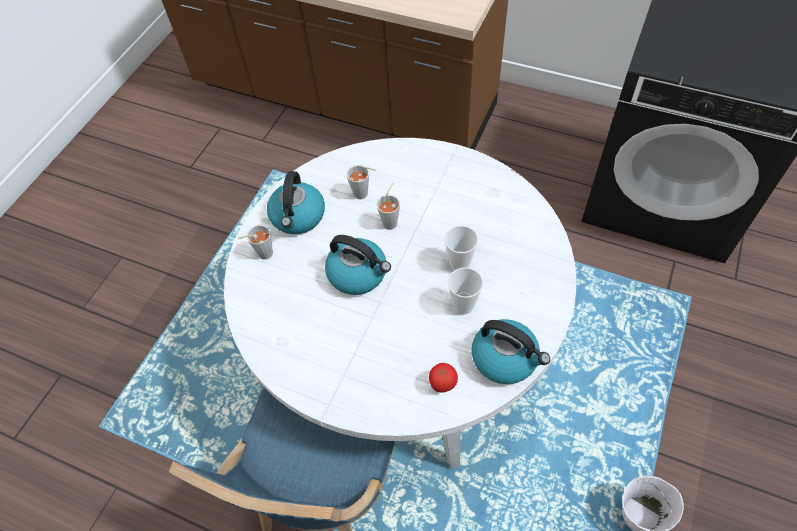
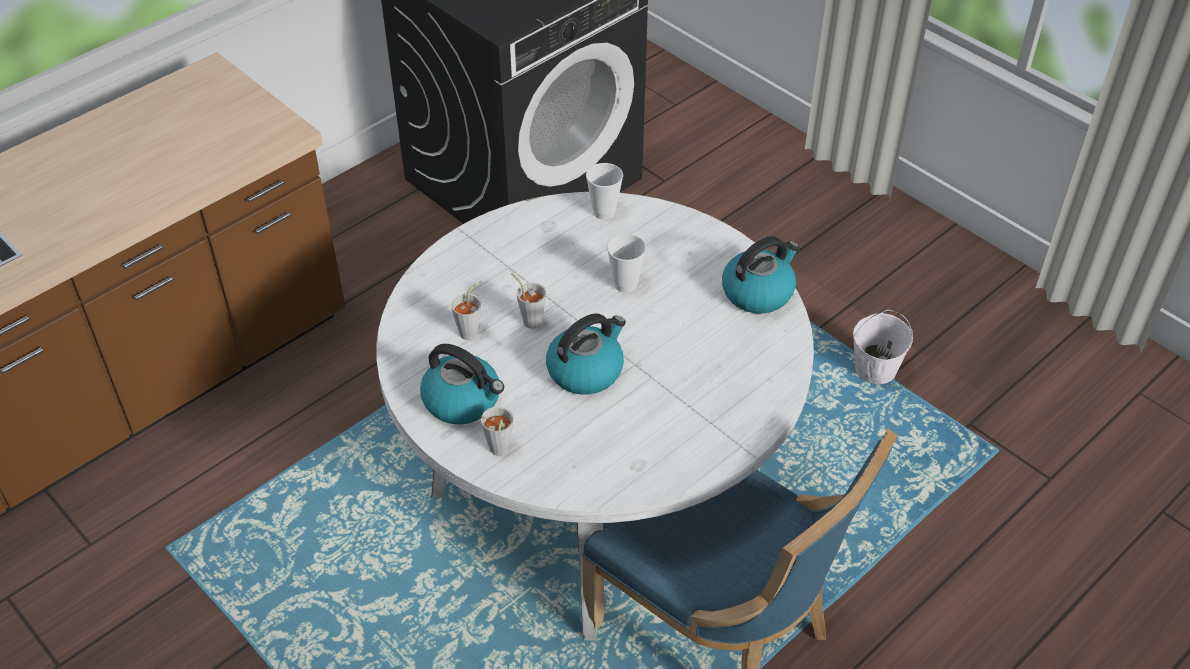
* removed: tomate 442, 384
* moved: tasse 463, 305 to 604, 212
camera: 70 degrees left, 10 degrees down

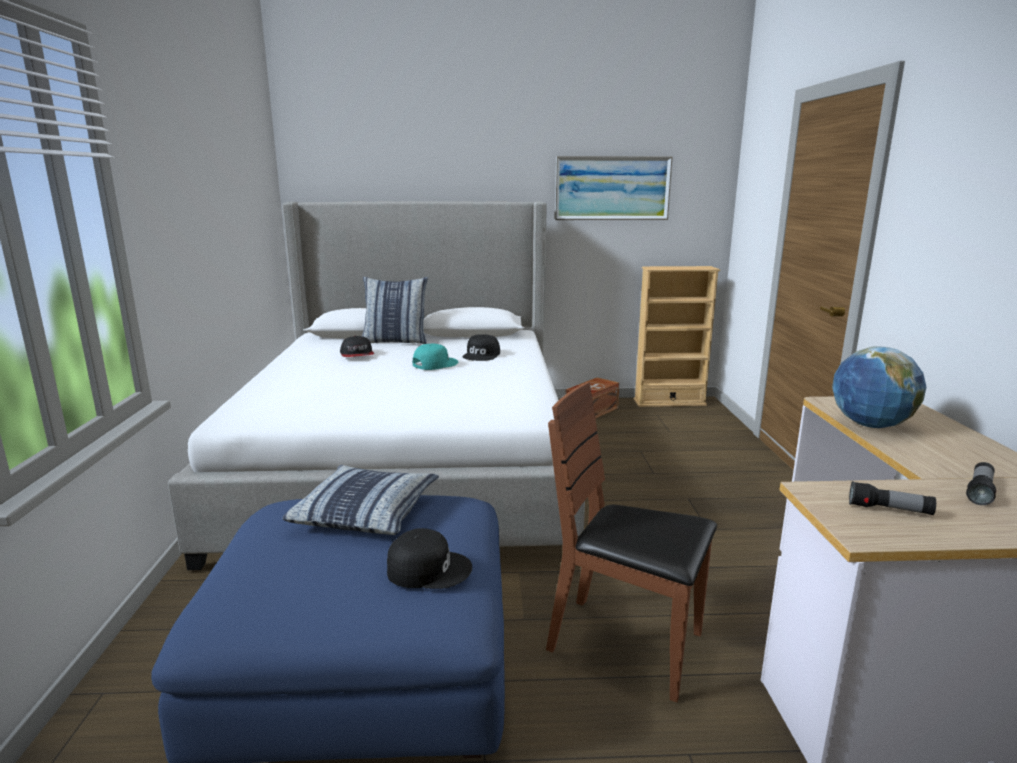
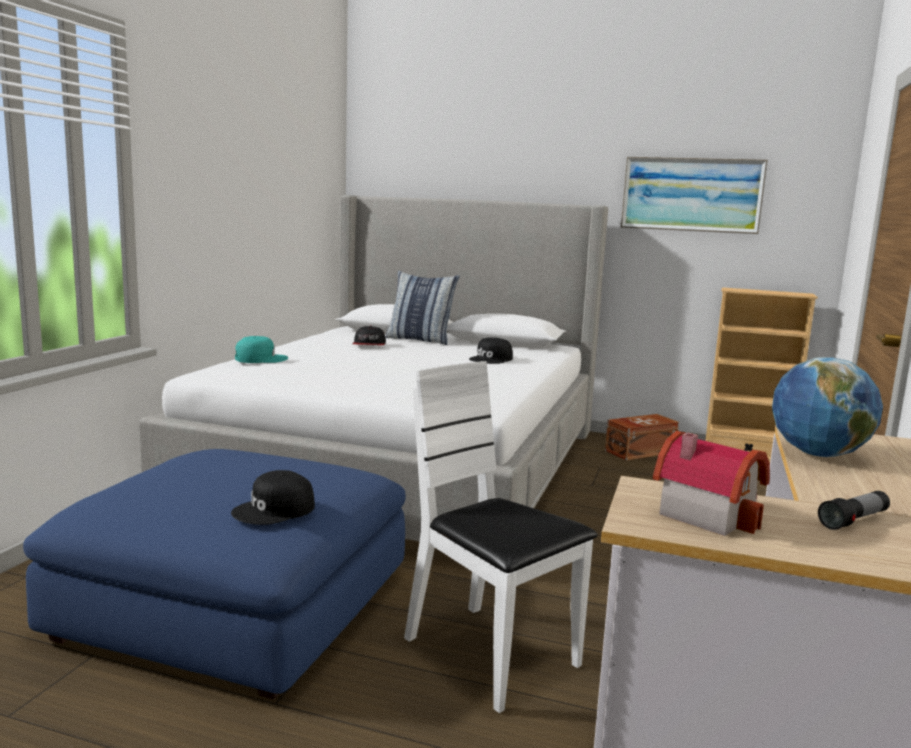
* removed: coussin 366, 512
* turned: casquette/noir 428, 568 = 275, 510 120 degrees clockwise
* moved: casquette/turquoise 434, 364 to 260, 359
* recoloured: chaise/marron 626, 644 to chaise/blanc 490, 655
* replaced: lampe de poche 889, 510 to maison miniature 707, 513
camera: 20 degrees right, 5 degrees down

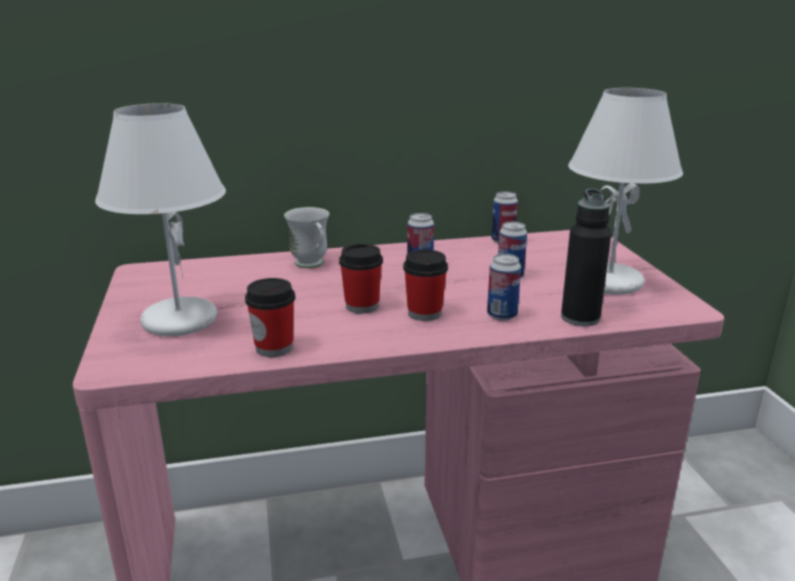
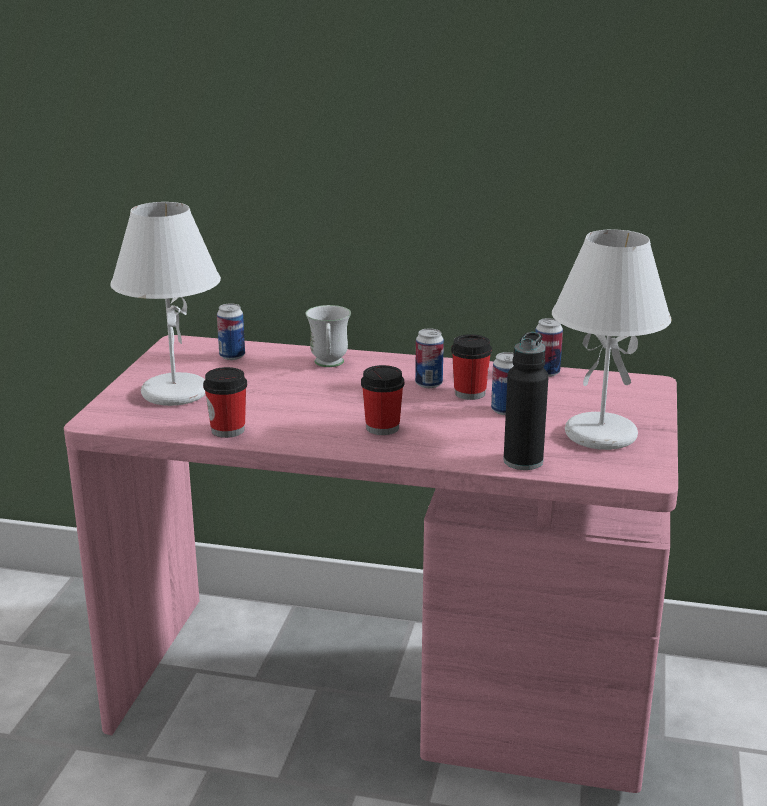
* moved: tasse 362, 306 to 470, 393
* moved: boîte métallique 502, 315 to 232, 356
camera: 25 degrees right, 0 degrees up

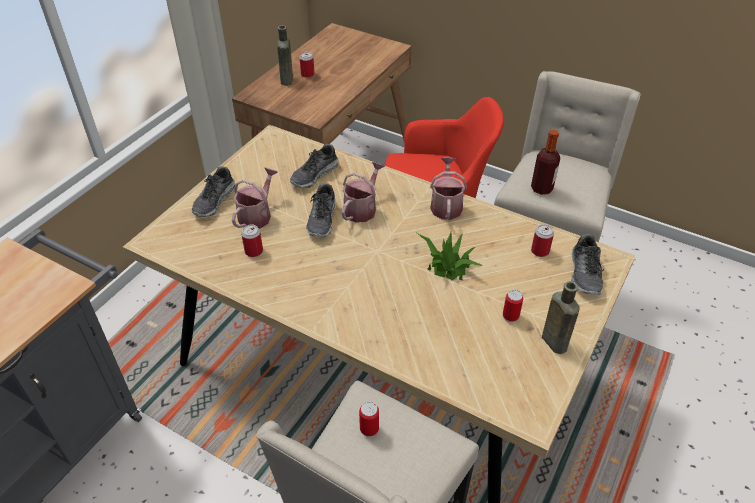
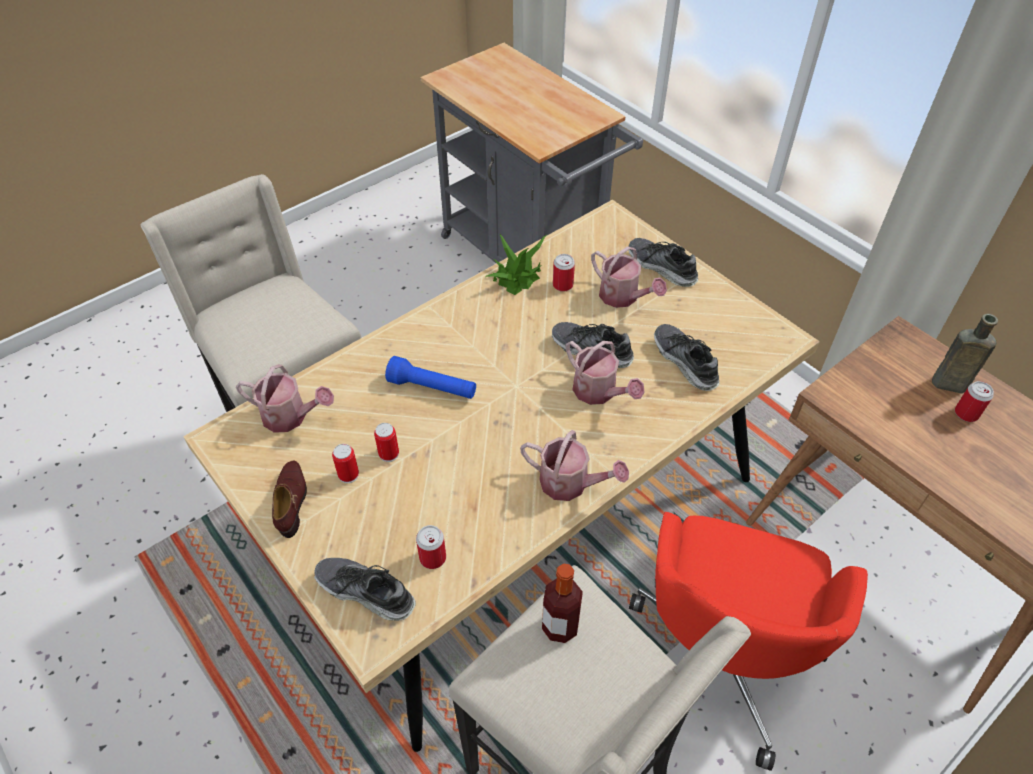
* moved: boîte métallique 369, 429 to 389, 454
* moved: plante en pot 448, 265 to 517, 277
* replaced: bouteille/marron 553, 340 to chaussure/marron 292, 501
* added: arrosoir 290, 416
* added: lampe de poche/bleu 432, 388
camera: 110 degrees right, 5 degrees up

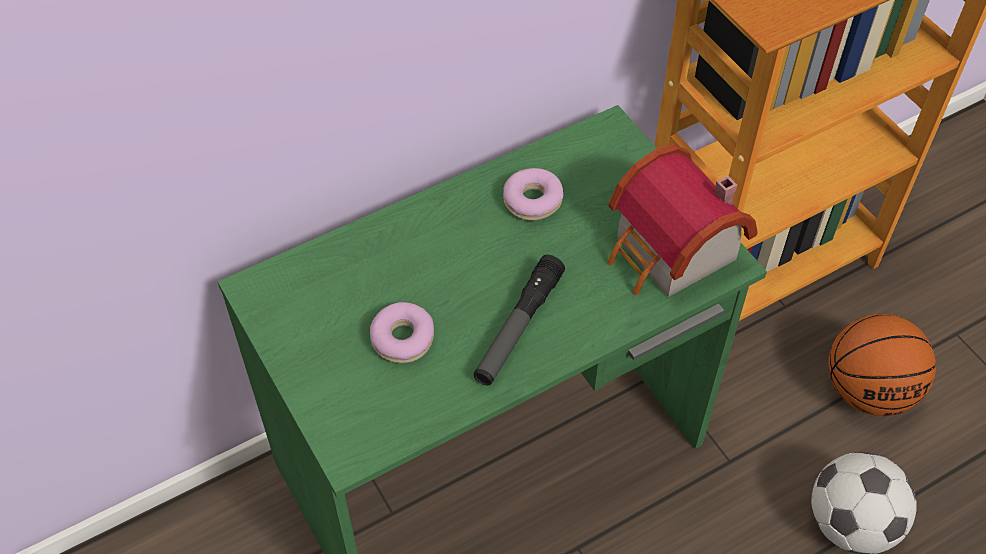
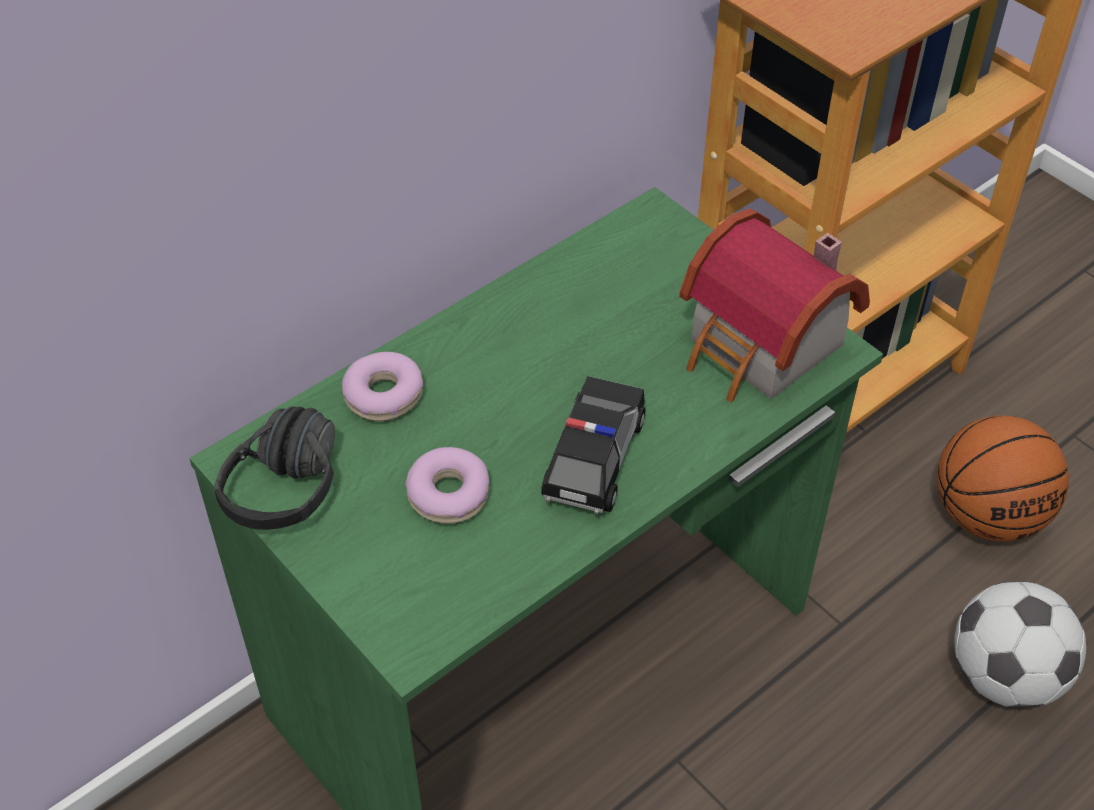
* replaced: lampe de poche 518, 327 to petite voiture 593, 460
* moved: beignet 533, 200 to 384, 395
* added: casque audio/noir 306, 493
camera: 10 degrees left, 5 degrees down

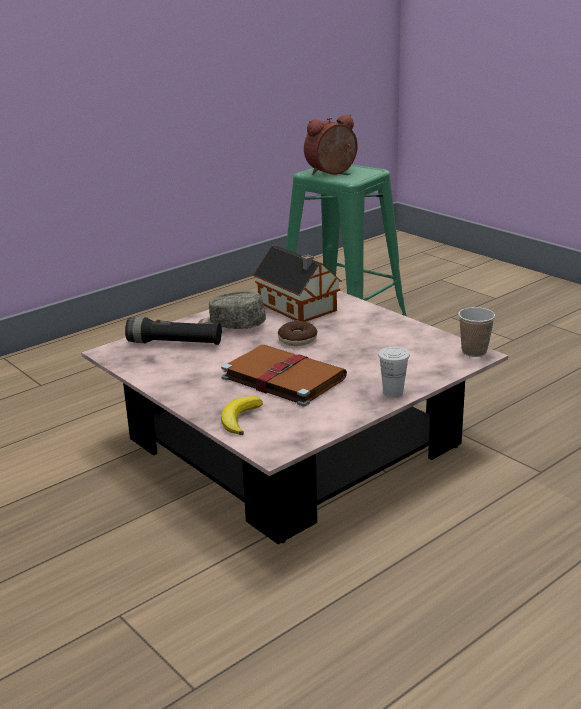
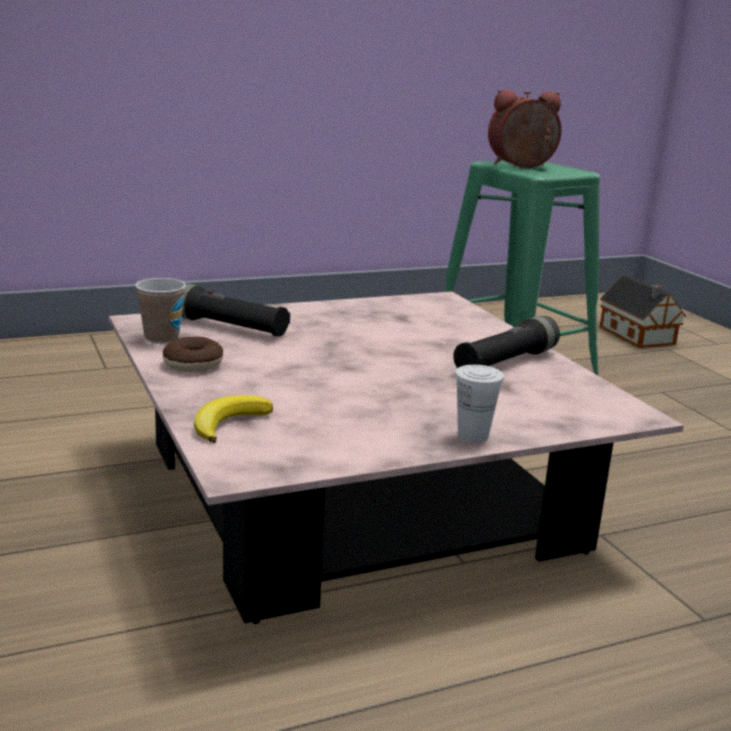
* removed: casquette/gris 231, 325
* removed: livre/marron 281, 377
* moved: maison miniature 298, 308 to 638, 336
* moved: beignet 297, 339 to 193, 364
* moved: tasse 474, 352 to 161, 338
* added: lampe de poche/noir 505, 362
camera: 15 degrees right, 5 degrees down

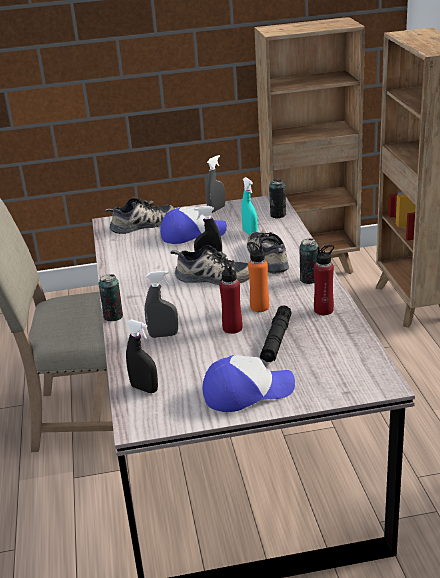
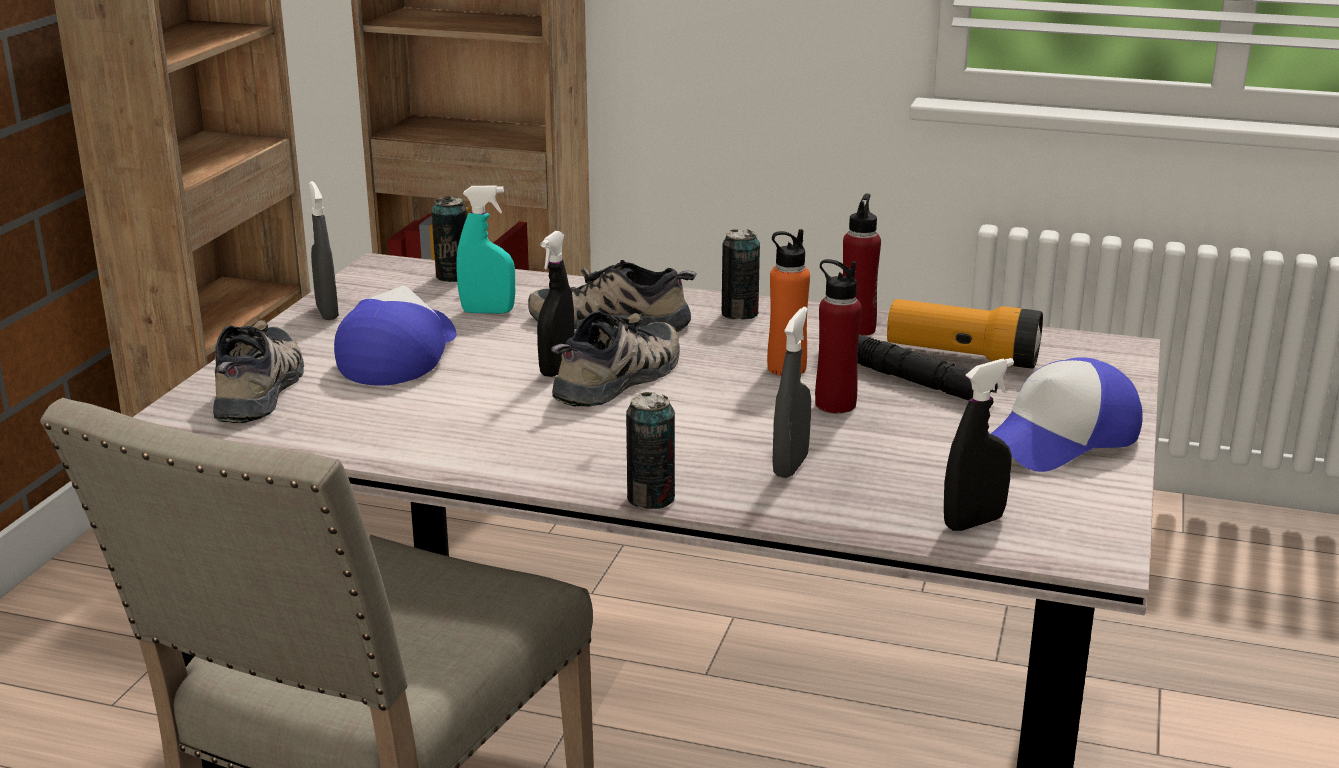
* turned: casquette 247, 391 = 1060, 440 135 degrees counterclockwise
* added: lampe de poche 962, 356
camera: 65 degrees left, 5 degrees down

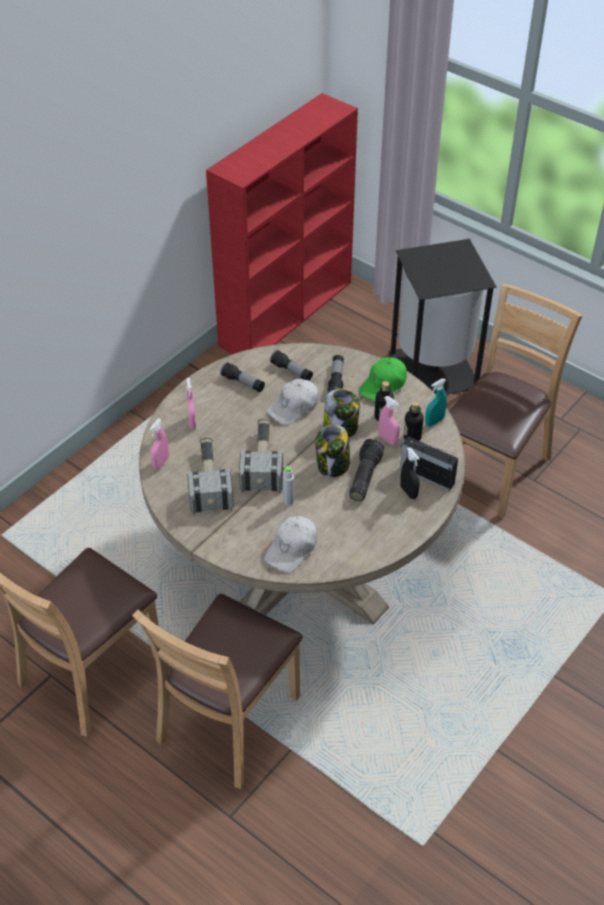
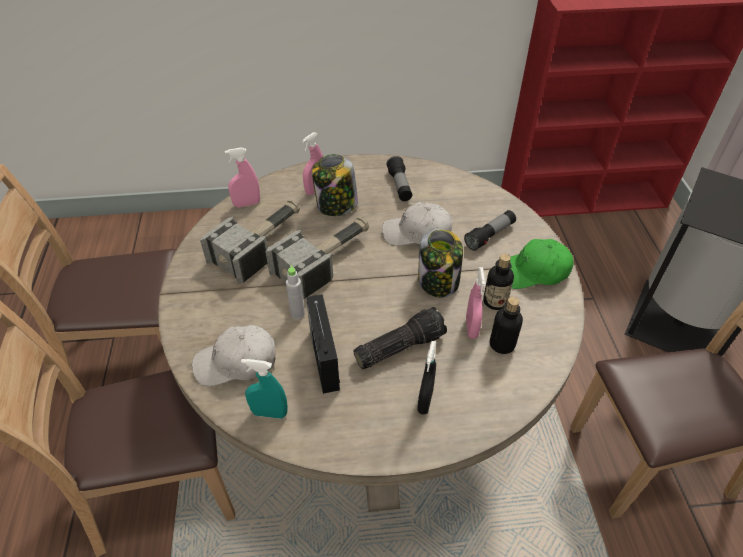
* removed: lampe de poche 292, 372
* moved: bocal 333, 465 to 336, 206
* moved: radio 426, 475 to 324, 357
* moved: vaporisateur/turquoise 434, 421 to 269, 413
camera: 45 degrees right, 0 degrees up

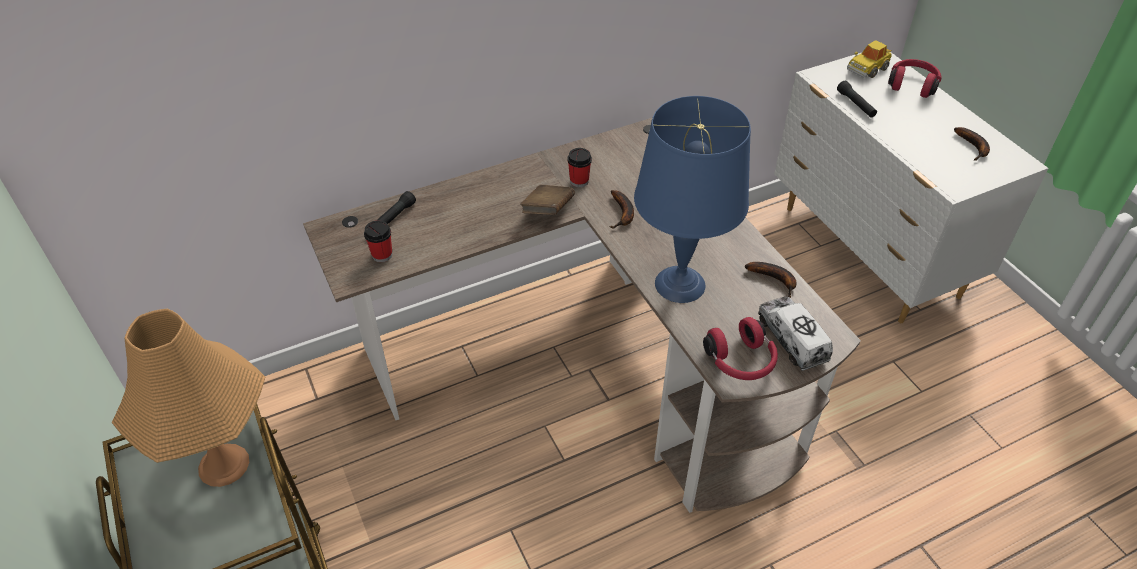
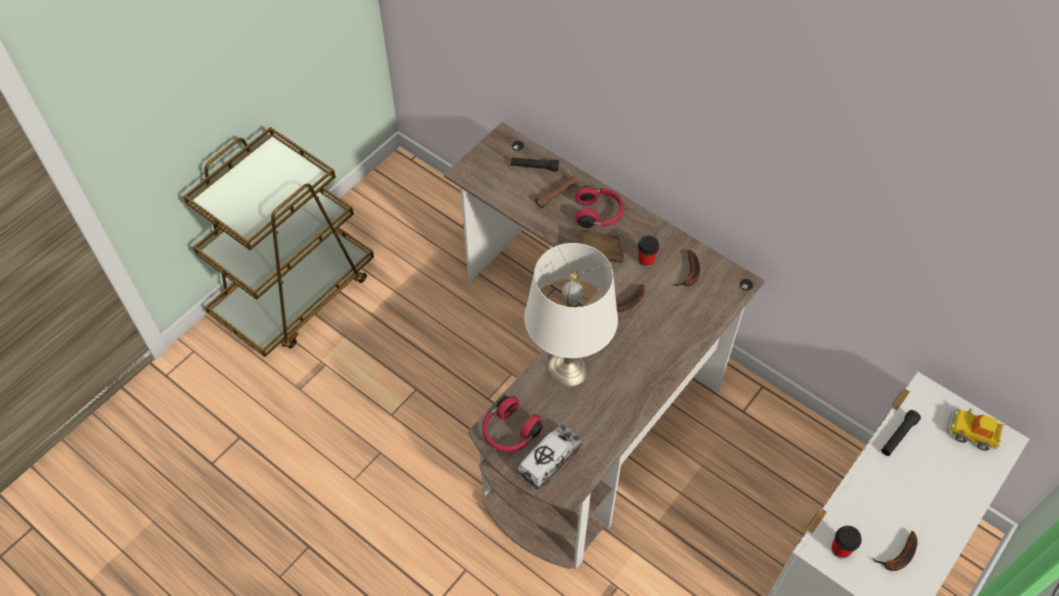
* removed: lampe de table/orange 223, 465
* moved: tasse 382, 255 to 841, 549
* recoloured: lampe de table/bleu 681, 284 to lampe de table/blanc 568, 368
* moved: banane 775, 280 to 690, 274
* moved: casque audio/rouge 912, 85 to 599, 214
* added: lampe de poche/marron 557, 195
camera: 65 degrees right, 10 degrees up

